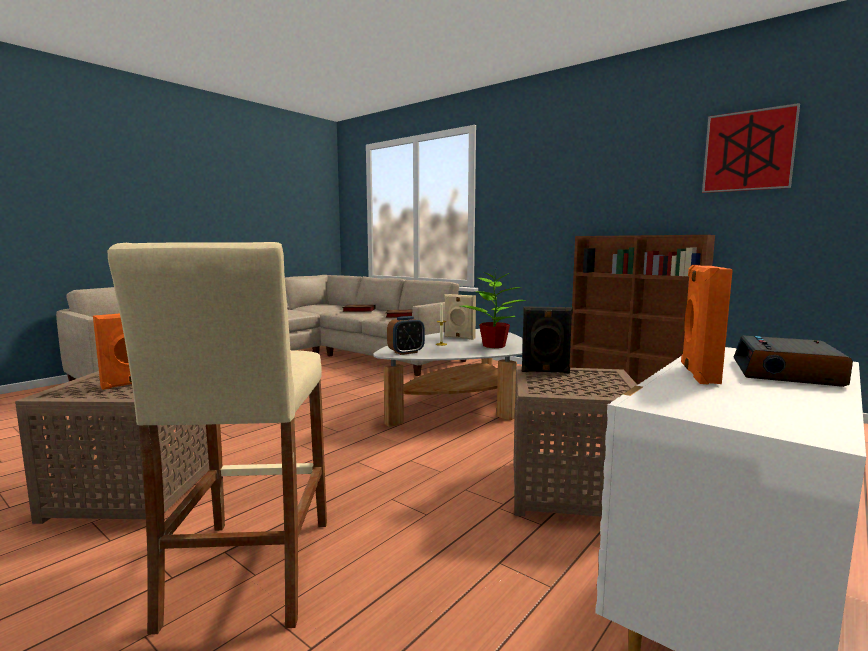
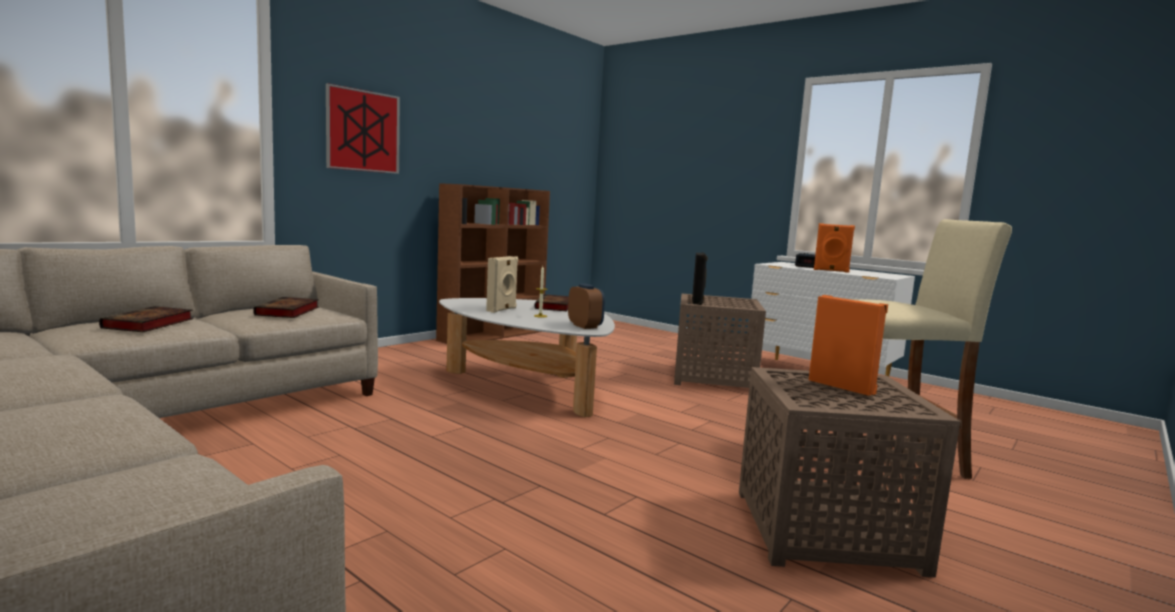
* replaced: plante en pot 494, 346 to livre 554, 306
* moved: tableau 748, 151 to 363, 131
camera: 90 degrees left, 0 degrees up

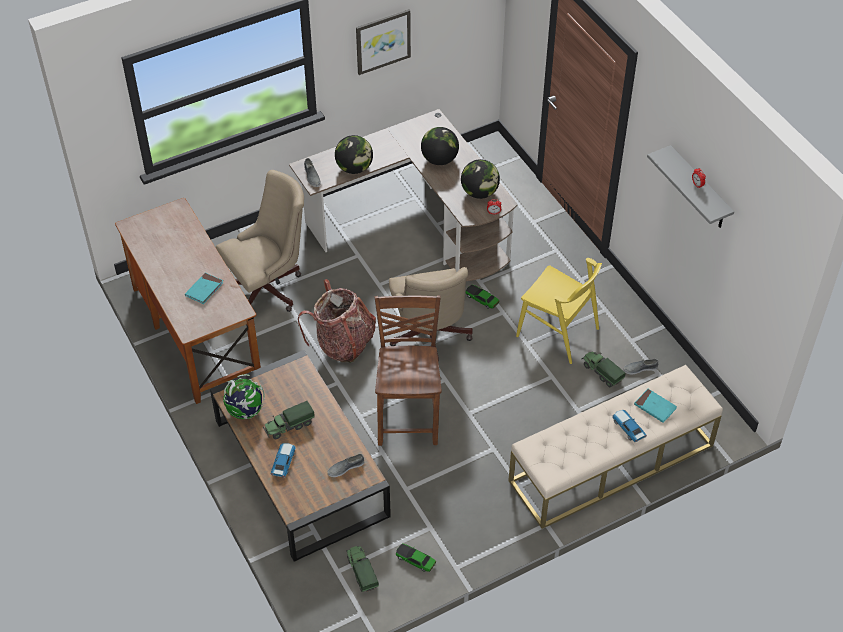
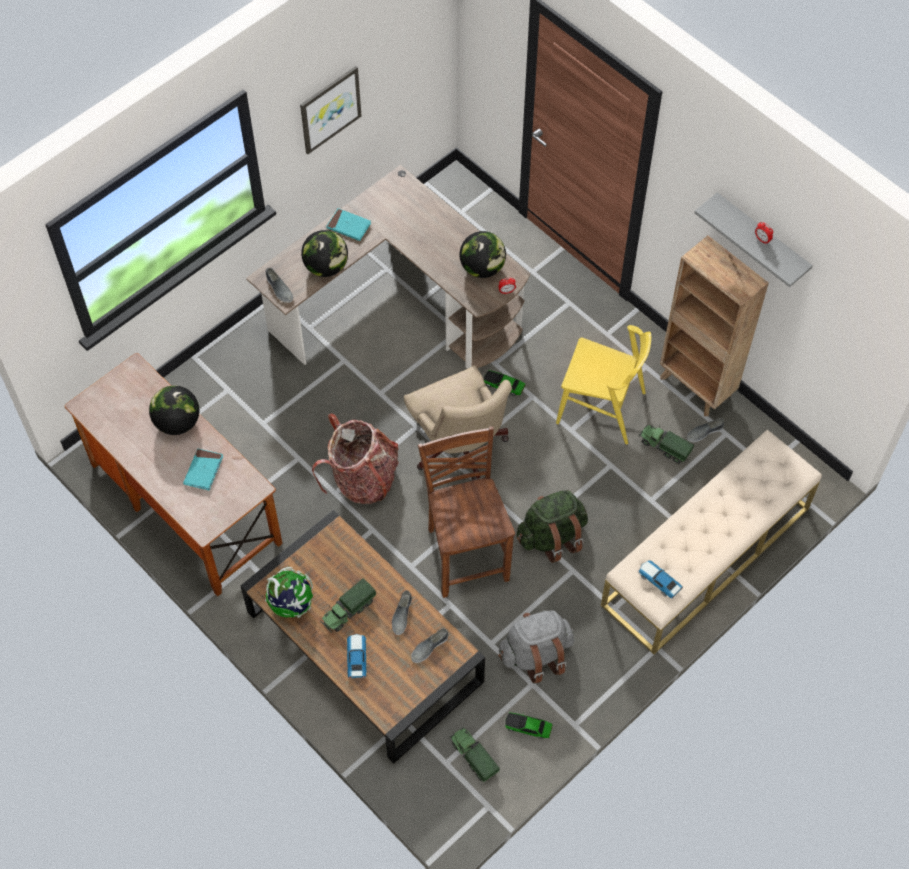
* removed: chaise de bureau/beige 268, 288
* moved: globe 439, 160 to 177, 422
* moved: petite voiture 628, 428 to 658, 581
* moved: livre/turquoise 655, 407 to 348, 226
* added: chaussure/gris 401, 615
* added: sac à dos/gris 536, 654
* added: sac à dos/vert 552, 536
* added: bibliothèque/marron 696, 387
camera: 15 degrees left, 10 degrees up

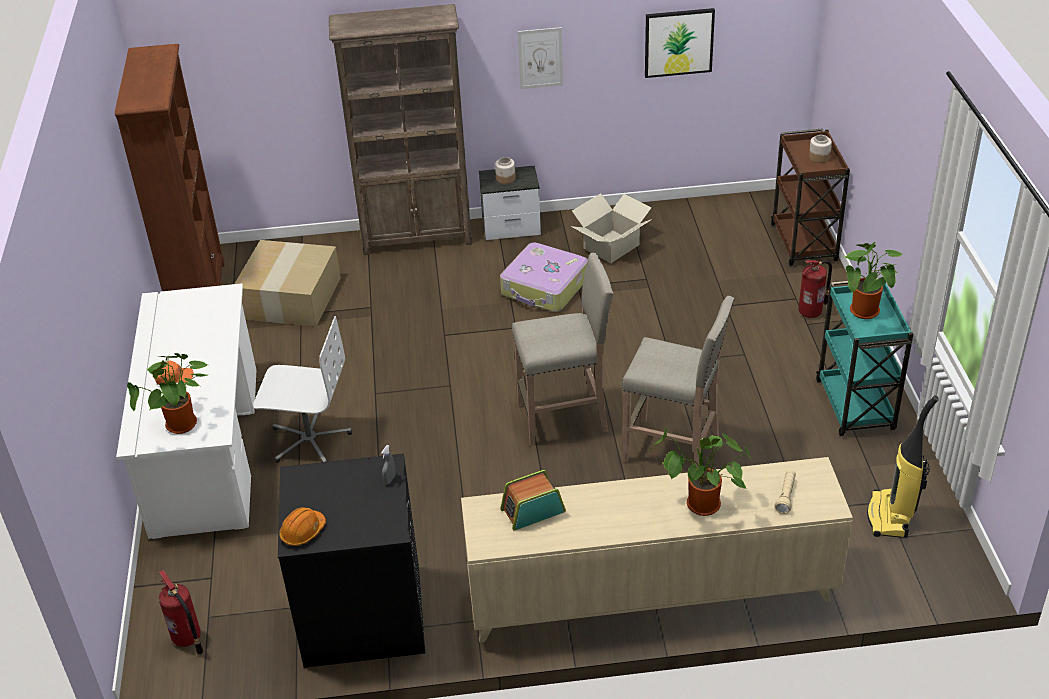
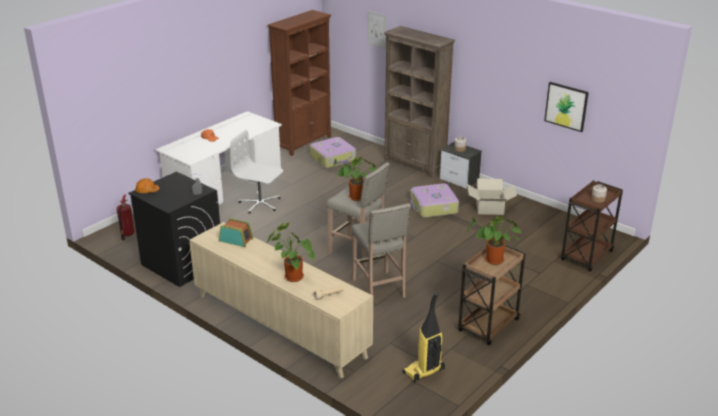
* moved: plante en pot 182, 427 to 355, 198
* replaced: carton 289, 297 to valise 333, 158
* turned: chaise de bureau/blanc 309, 439 = 260, 204 150 degrees clockwise
* moved: tableau 540, 58 to 376, 29
* removed: extincteur 811, 312
* recoloured: chariot/turquoise 855, 407 to chariot/marron 488, 326
camera: 45 degrees right, 10 degrees down

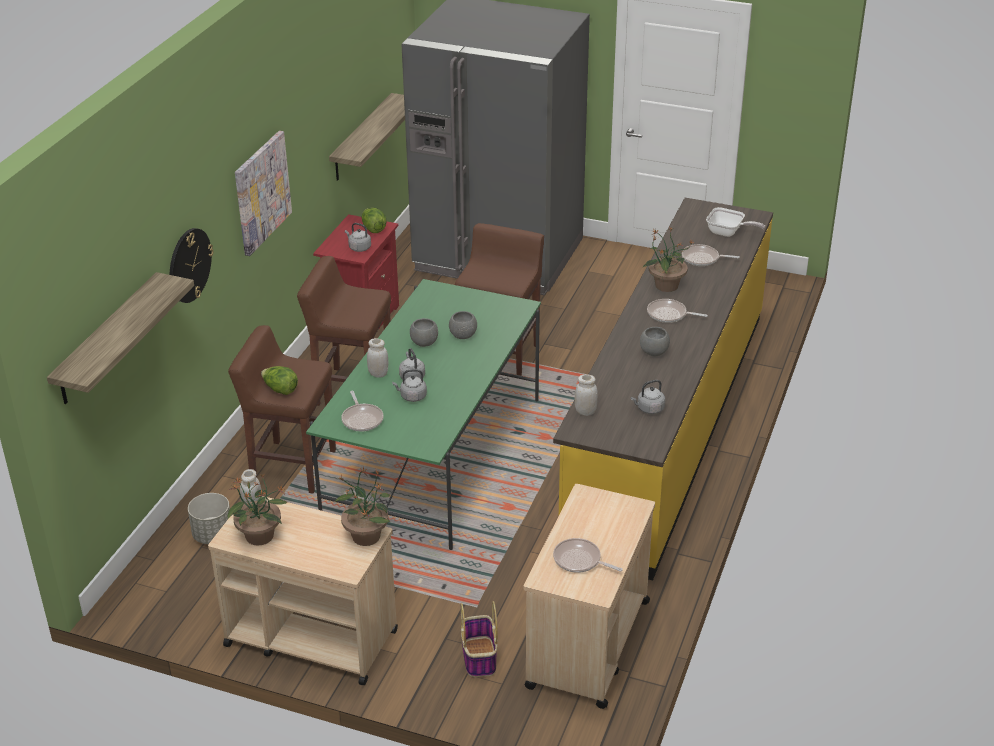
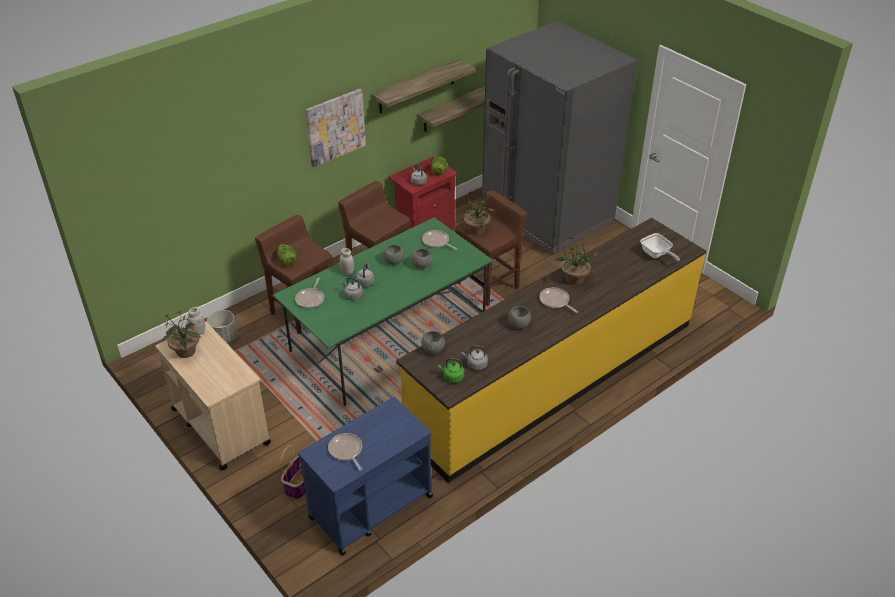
* moved: étagère 107, 339 to 416, 86
* removed: horloge murale 189, 265
* moved: plante en pot 366, 535 to 476, 229
* recoloured: chariot/beige 587, 644 to chariot/bleu 370, 507
* replaced: bocal/blanc 585, 412 to bol/gris 433, 350
* moved: poêle 702, 259 to 437, 242
* added: bouilloire/vert 452, 377
camera: 30 degrees right, 5 degrees up

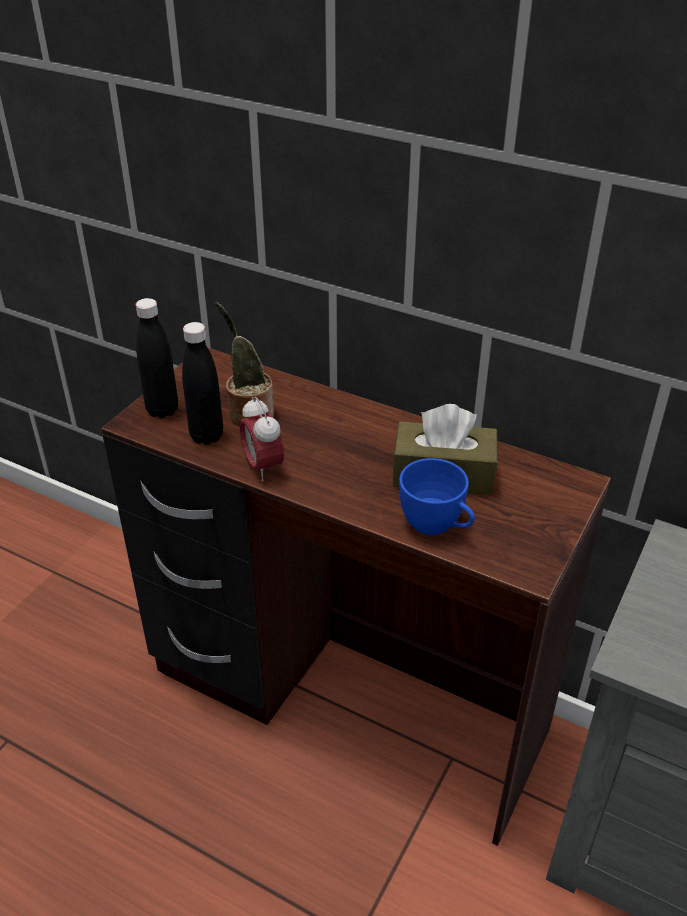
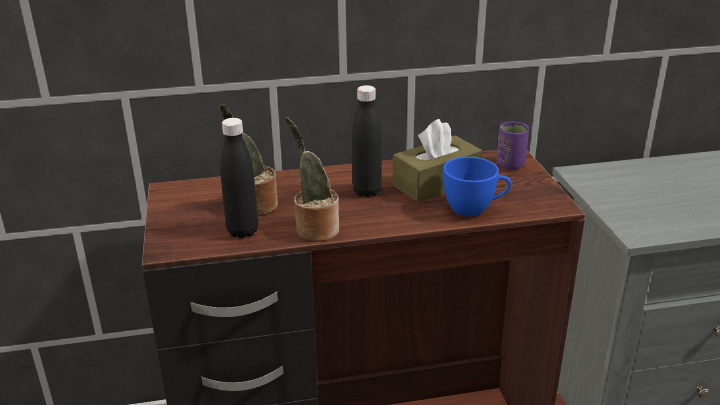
* moved: bouteille/noir 162, 410 to 367, 191
* replaced: réveil 263, 467 to plante en pot 314, 229
* added: tasse/violet 510, 164
camera: 40 degrees left, 10 degrees down

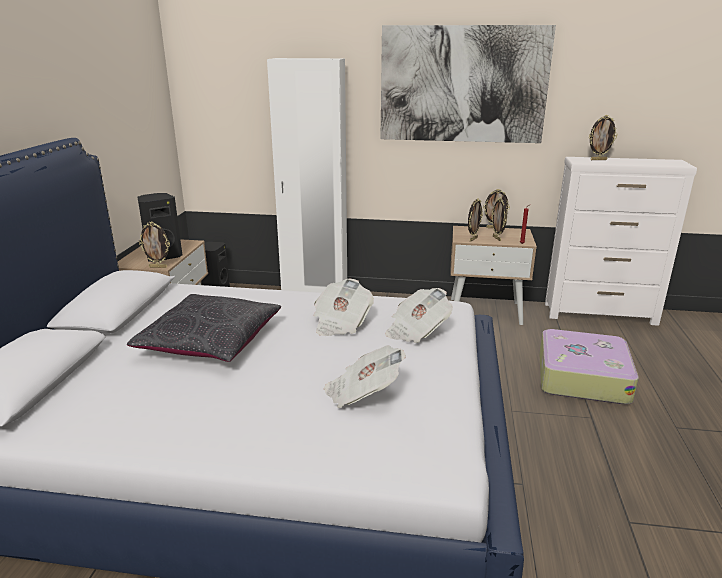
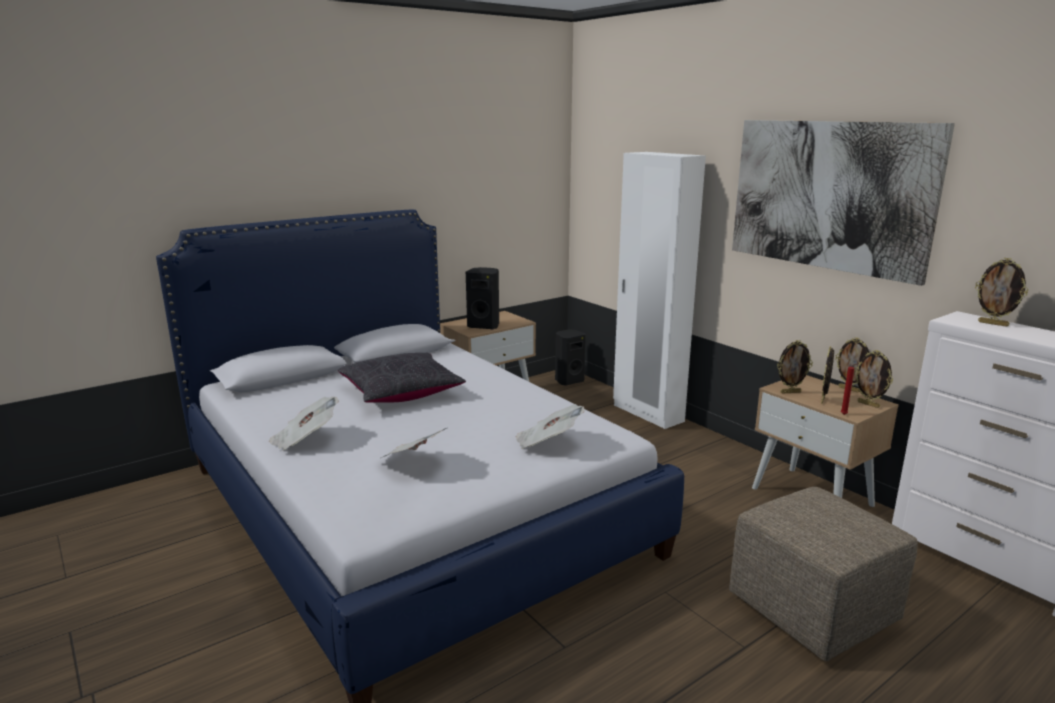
* moved: cadre photo 158, 267 to 868, 404
* moved: journal 340, 323 to 305, 440
* replaced: valise 581, 377 to pouf/beige 810, 609
camera: 45 degrees right, 5 degrees down

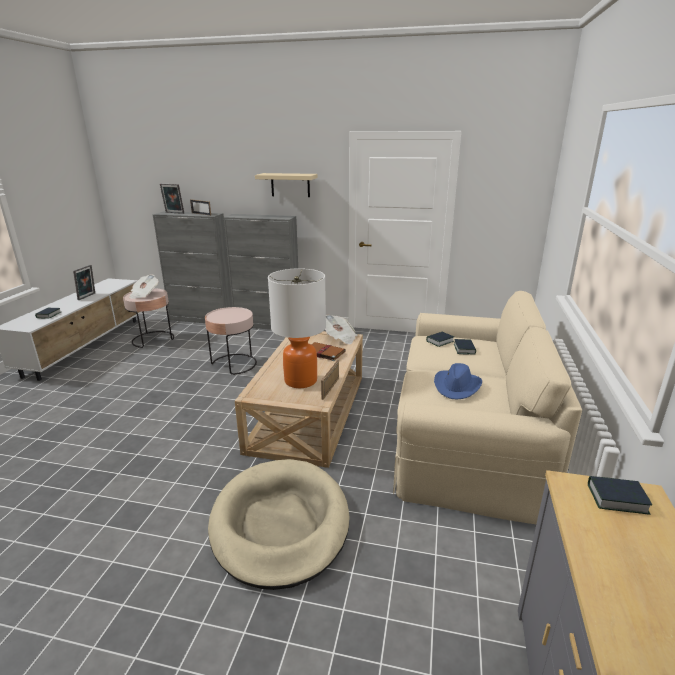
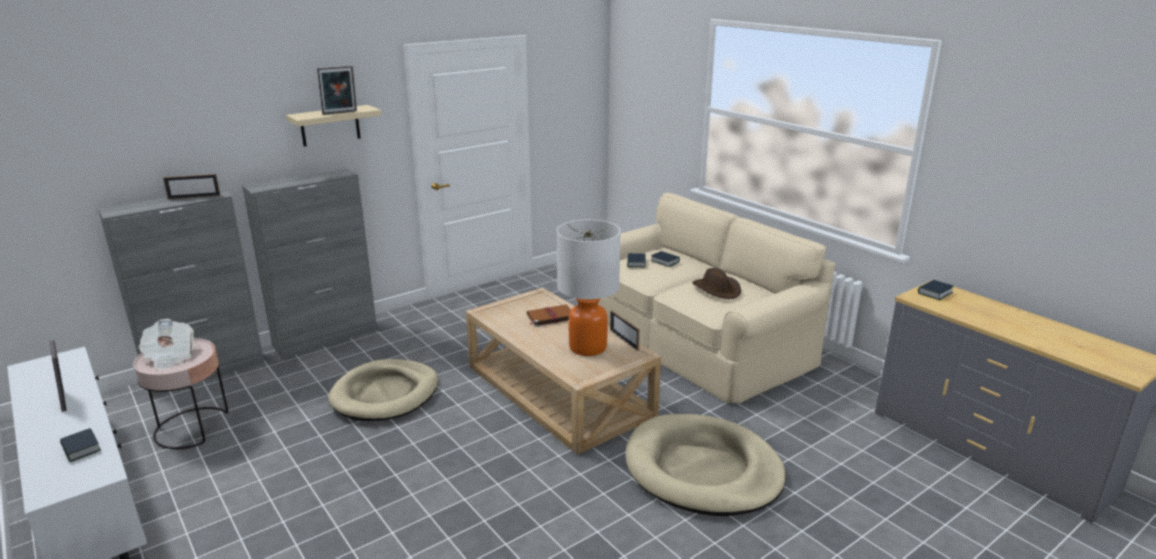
* moved: cadre photo 174, 213 to 340, 113
* replaced: table d'appoint/rose 234, 364 to panier pour chien/beige 385, 394
* removed: journal 340, 338
* recoloured: chapeau/bleu 457, 386 to chapeau/marron 717, 289
camera: 50 degrees left, 0 degrees up

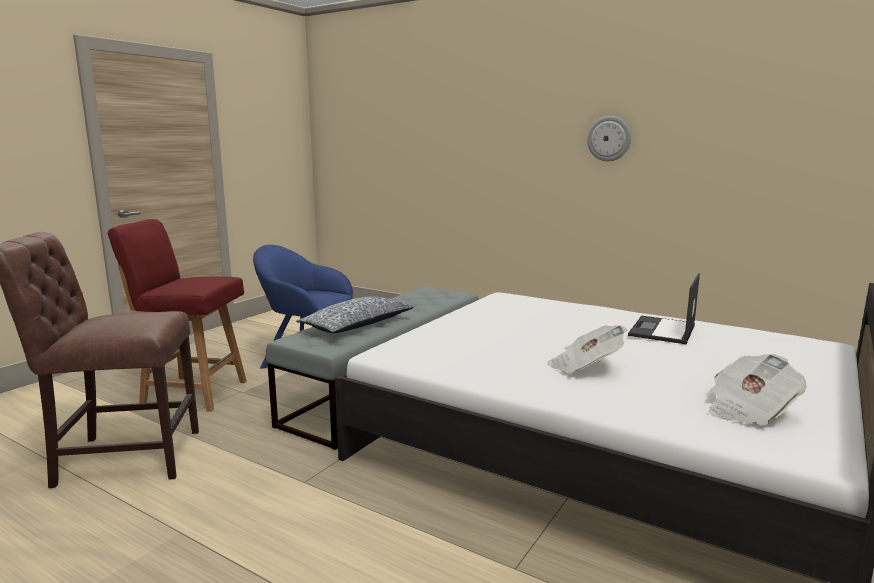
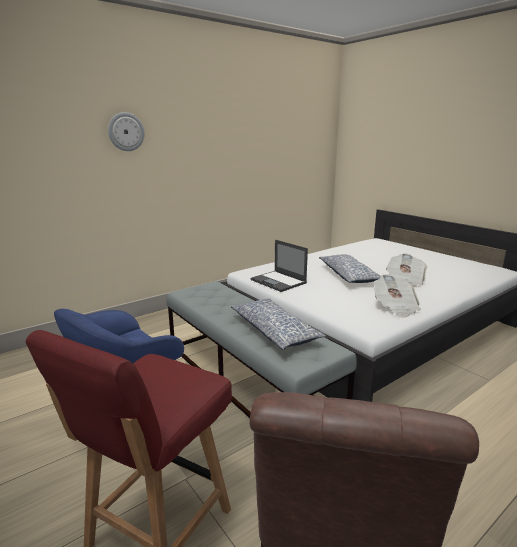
* moved: horloge murale 609, 138 to 126, 132
* moved: ordinateur portable 662, 331 to 279, 281
* moved: journal 748, 410 to 395, 307
* added: coussin 349, 276
camera: 70 degrees left, 5 degrees up

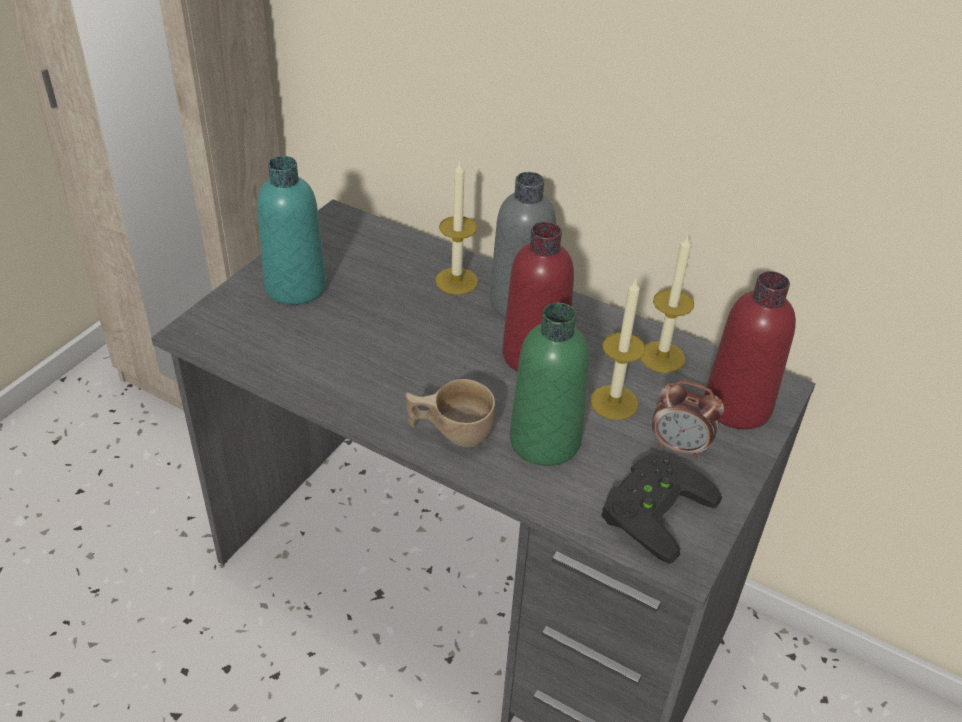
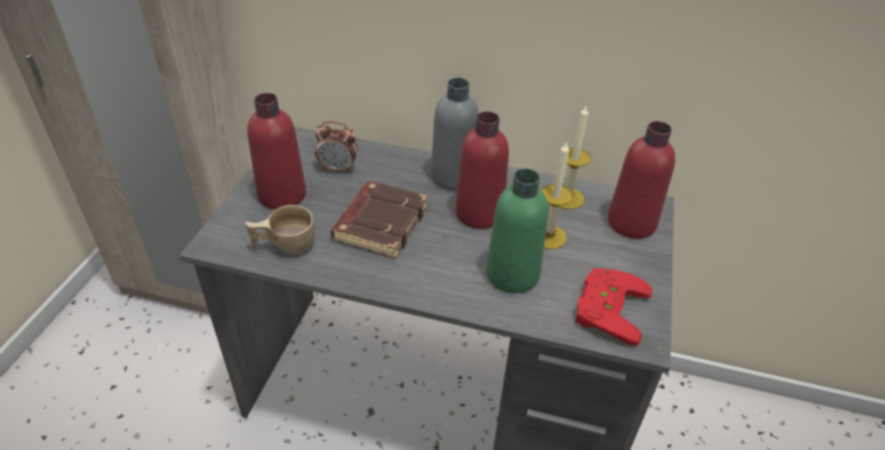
* recoloured: bouteille/turquoise 295, 287 to bouteille/rouge 282, 195
* moved: tasse/beige 450, 432 to 284, 245
* removed: bougie 456, 281
* recoloured: manette/noir 651, 507 to manette/rouge 605, 307
* moved: réveil 679, 447 to 338, 168
* added: livre/marron 380, 223
camera: 15 degrees left, 0 degrees up

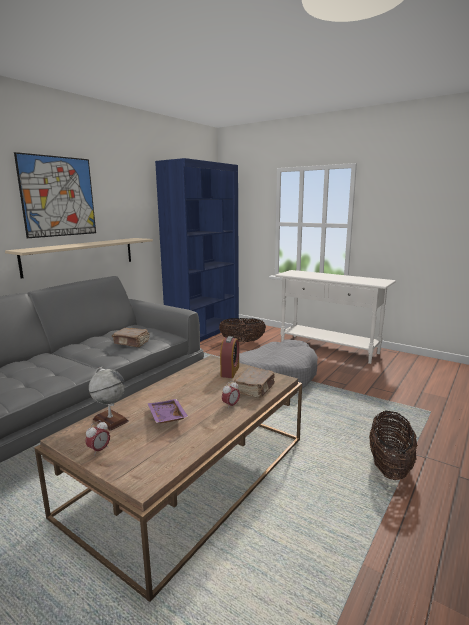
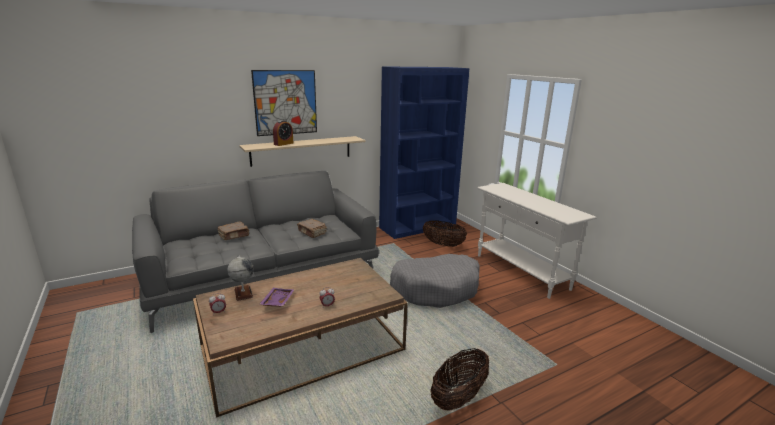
* moved: réveil 230, 371 to 283, 144
* moved: livre/marron 255, 389 to 234, 236
camera: 25 degrees right, 5 degrees up

